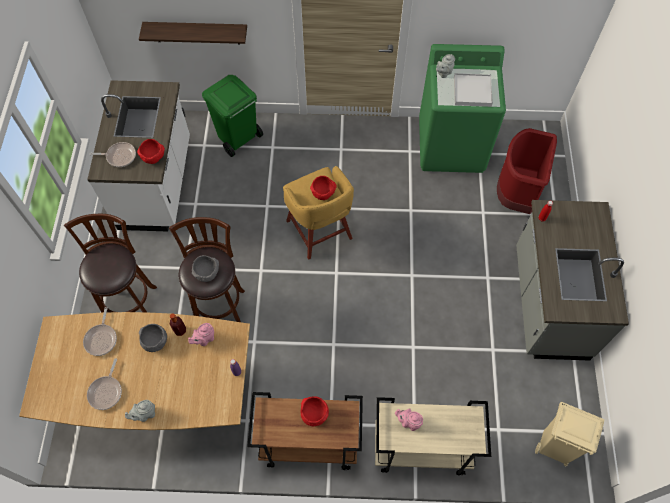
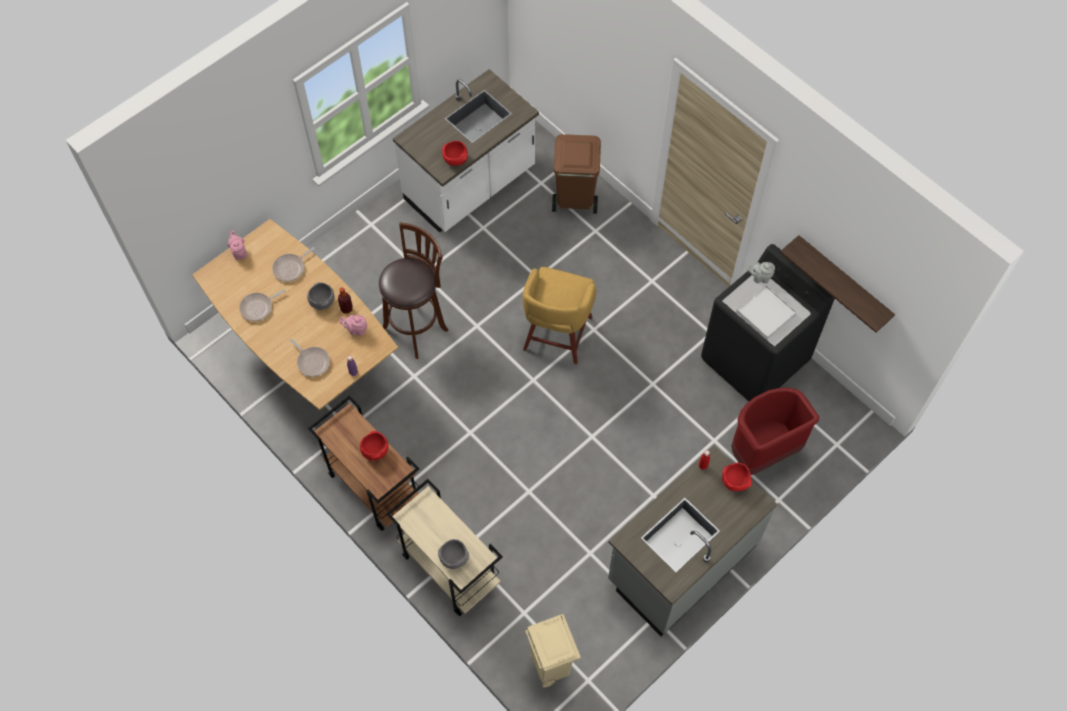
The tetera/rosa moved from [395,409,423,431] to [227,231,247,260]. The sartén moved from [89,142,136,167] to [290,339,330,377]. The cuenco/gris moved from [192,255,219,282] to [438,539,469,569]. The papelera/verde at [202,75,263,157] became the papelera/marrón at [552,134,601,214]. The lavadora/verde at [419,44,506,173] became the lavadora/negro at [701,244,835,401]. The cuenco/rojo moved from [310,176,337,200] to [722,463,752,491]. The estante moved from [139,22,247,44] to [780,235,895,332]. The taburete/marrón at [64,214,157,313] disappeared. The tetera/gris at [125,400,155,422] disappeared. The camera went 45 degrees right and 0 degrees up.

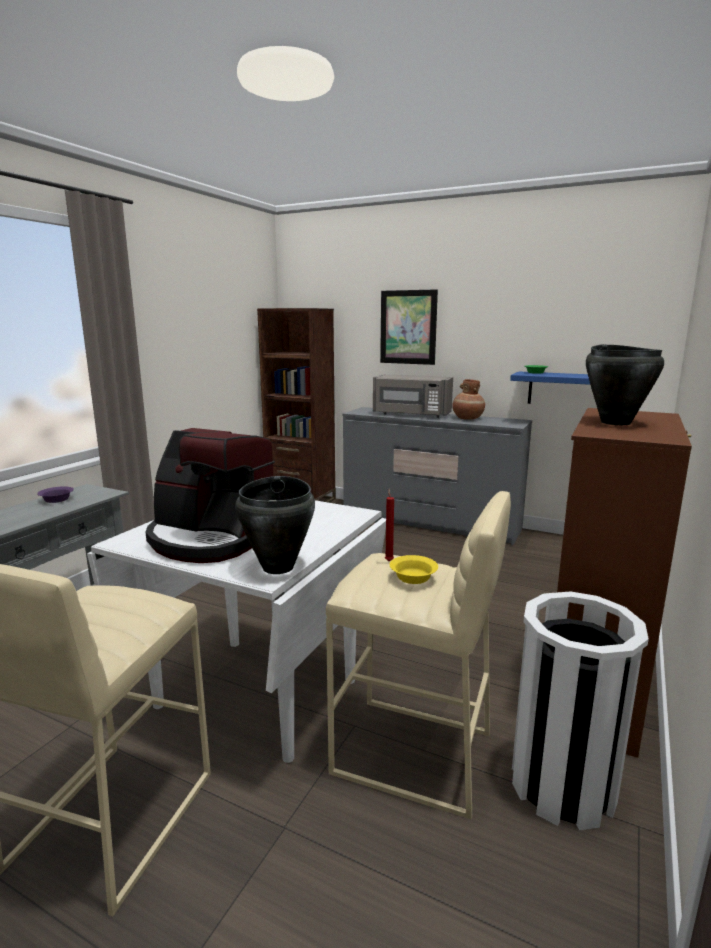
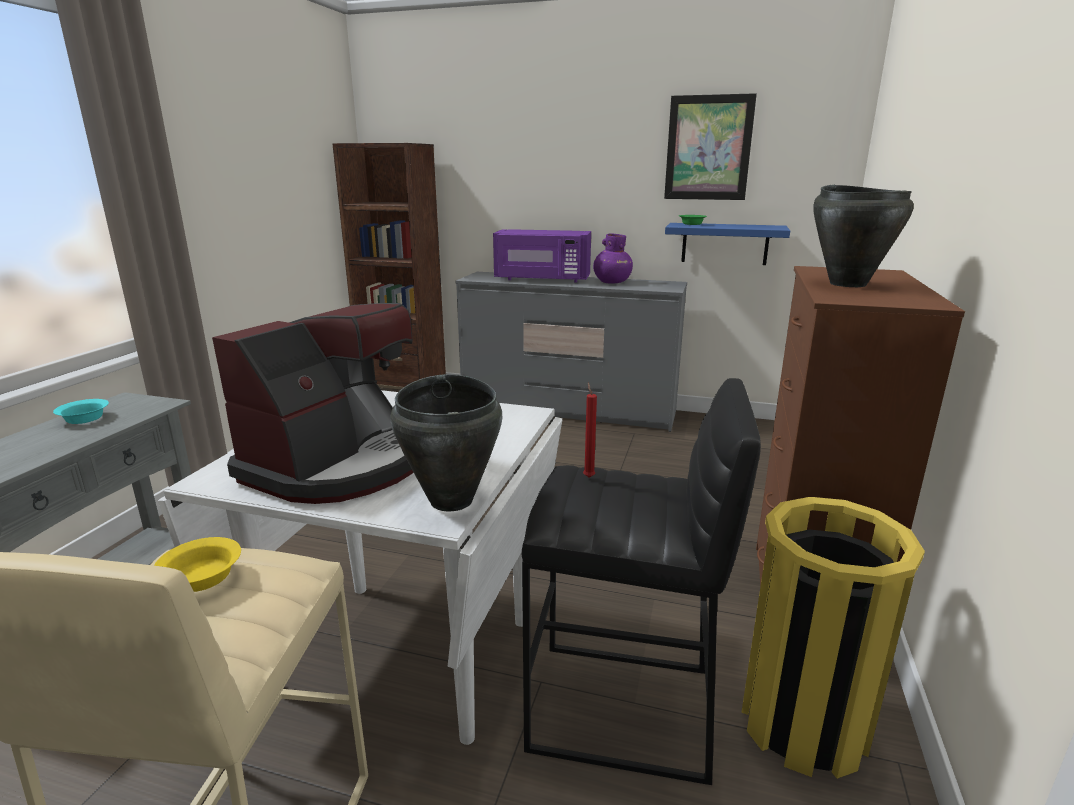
The cuenco/morado at [37,486,74,503] became the cuenco/turquesa at [53,399,109,424]. The cuenco/amarillo moved from [390,555,438,584] to [154,537,241,592]. The cafetera at [146,428,274,563] turned 75 degrees counterclockwise. The microondas/gris at [373,374,453,418] became the microondas/morado at [493,229,591,282]. The taburete/beis at [326,491,511,820] became the taburete/negro at [522,378,761,785]. The florero/marrón at [452,379,485,420] became the florero/morado at [593,233,633,283]. The cuadro moved from [380,289,438,365] to [664,93,757,200]. The papelera/blanco at [512,591,649,830] became the papelera/amarillo at [741,497,925,779]. The camera went 10 degrees left and 5 degrees up.

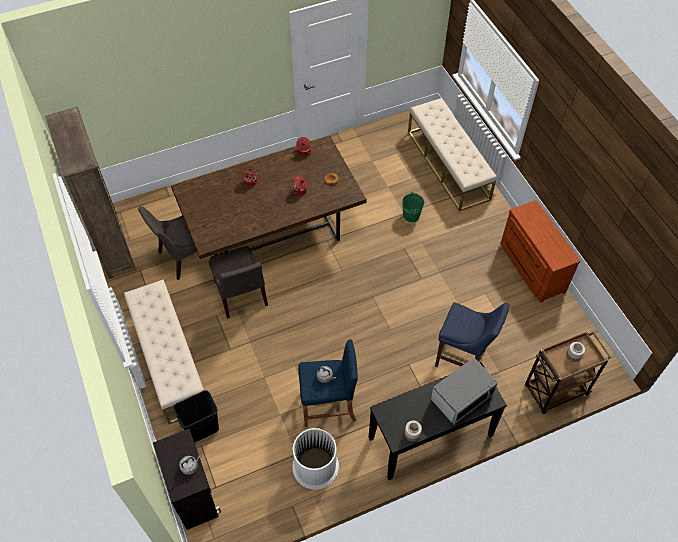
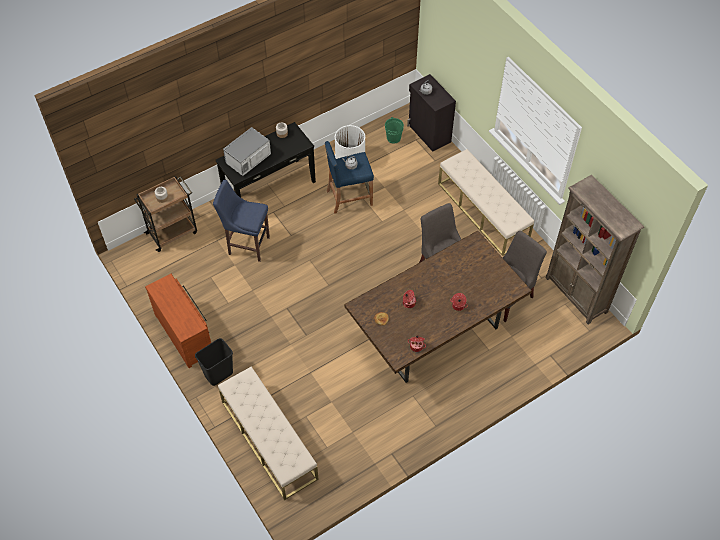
The papelera/negro moved from [173,390,219,442] to [195,338,233,386]. The cubo/verde moved from [402,192,424,223] to [385,117,404,144]. The camera went 170 degrees right and 0 degrees up.

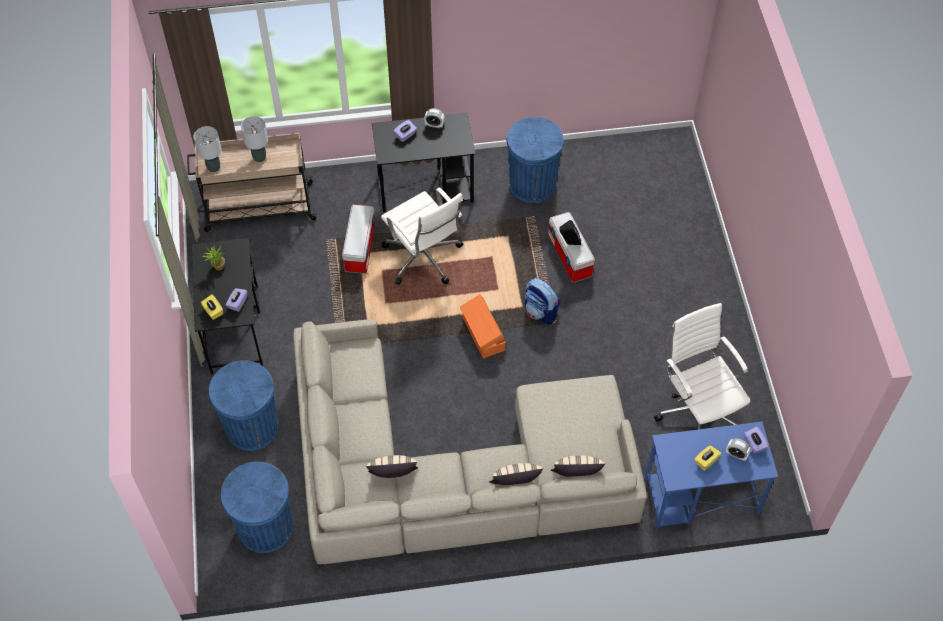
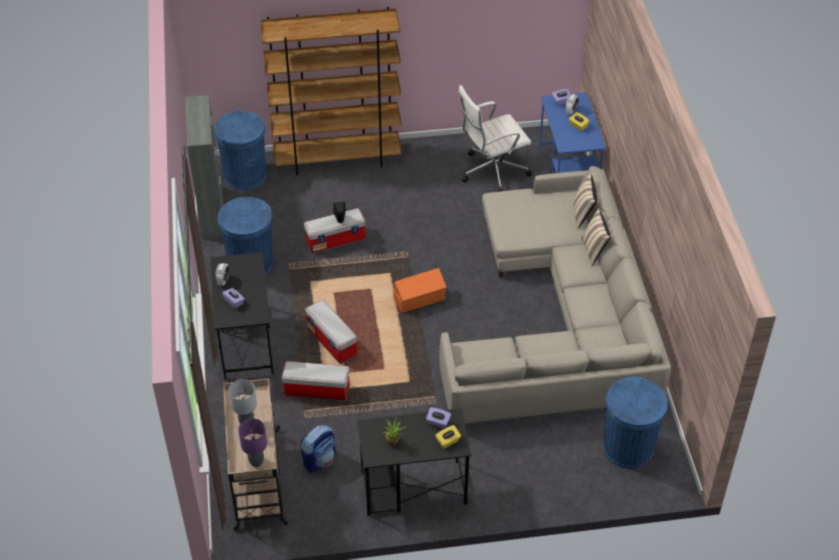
The armario/gris at [185,95,223,240] appeared. The papelera/azul moved from [209,360,279,451] to [214,111,266,190]. The lámpara de mesa/gris at [193,126,222,172] became the lámpara de mesa/morado at [238,418,267,467]. The estantería/marrón at [260,7,402,175] appeared. The mochila moved from [525,278,560,325] to [300,425,336,473]. The silla de oficina/blanco at [381,187,463,285] was replaced by the caja de almacenaje at [305,300,358,364]. The cojín/beis at [366,455,418,478] disappeared. The camera went 90 degrees left and 10 degrees down.

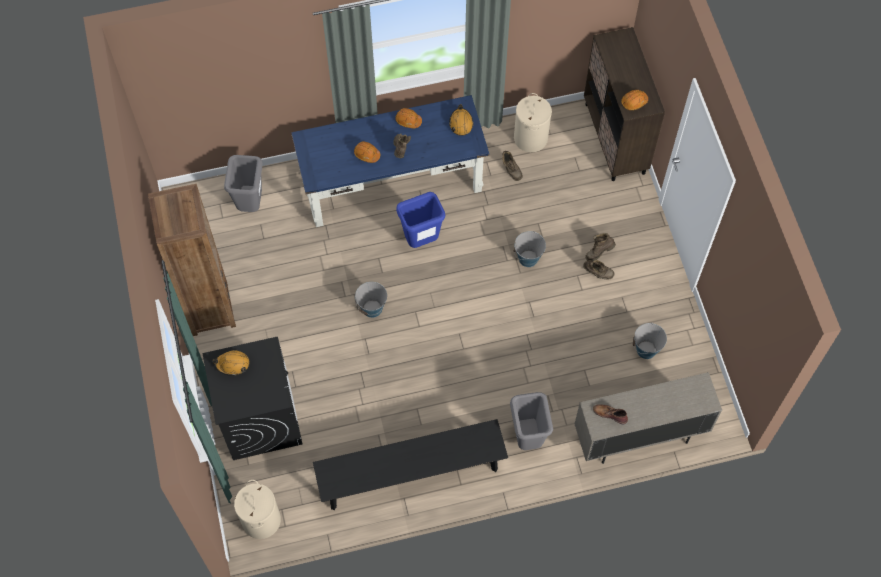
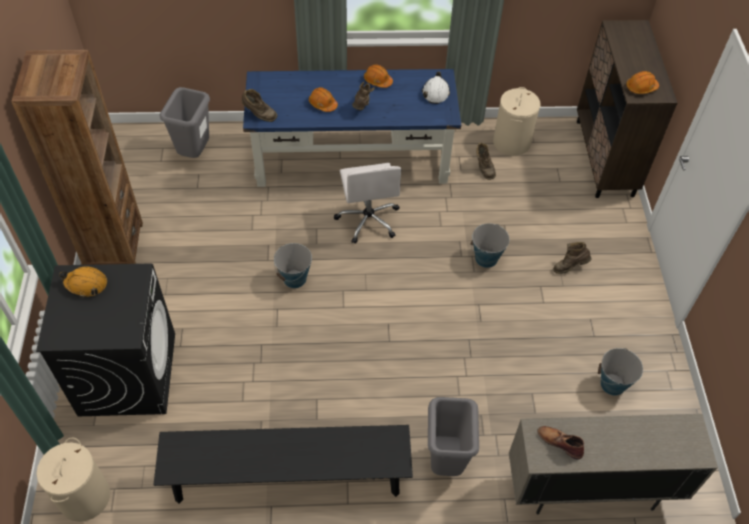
The bota/marrón moved from [583,260,614,279] to [242,89,277,122]. The papelera/azul at [396,192,445,248] was replaced by the silla de oficina/blanco at [334,163,401,244]. The casco/naranja at [449,104,474,136] became the casco/blanco at [422,72,450,104]. The camera went 10 degrees right and 10 degrees down.

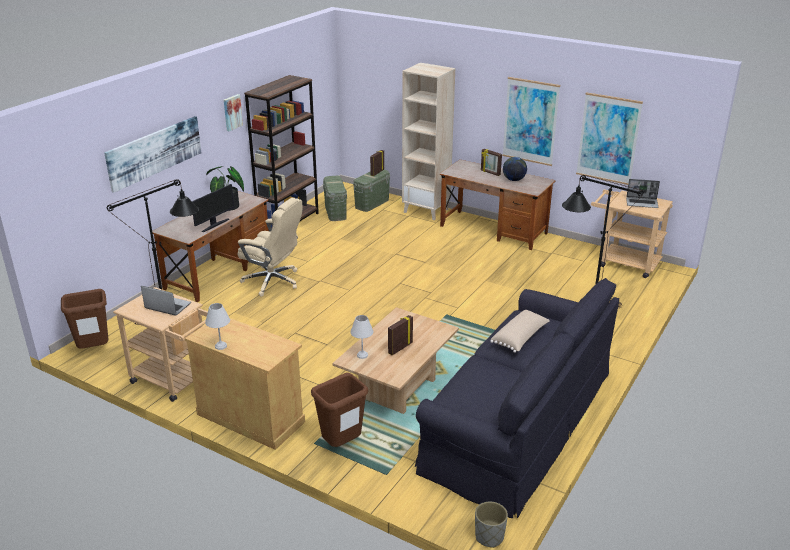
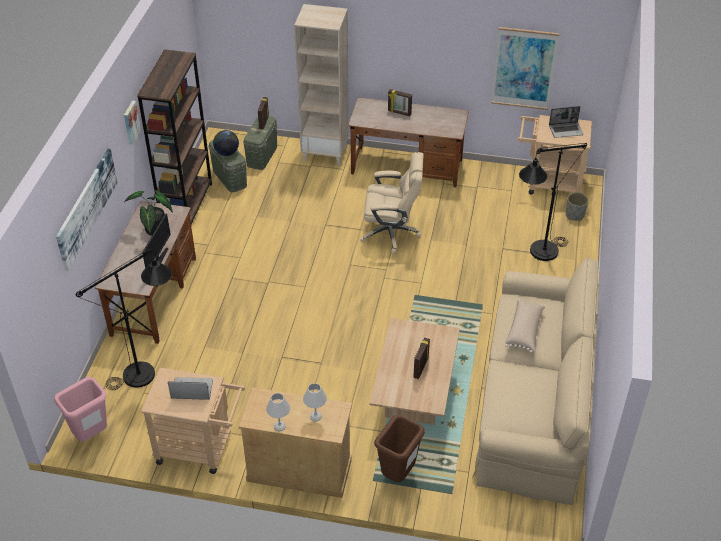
The papelera/marrón at [61,289,108,349] became the papelera/rosa at [54,377,107,441]. The globo terráqueo moved from [503,157,527,181] to [213,130,239,156]. The lámpara de mesa/blanco moved from [350,315,373,359] to [303,383,327,422]. The silla de oficina/beis moved from [238,198,302,297] to [360,152,424,254]. The sofá/negro at [415,278,619,518] became the sofá/beis at [472,257,599,505]. The maceta/gris moved from [475,502,508,548] to [566,193,589,221]. The cuadro at [502,77,560,166] disappeared. The camera went 20 degrees left and 15 degrees up.

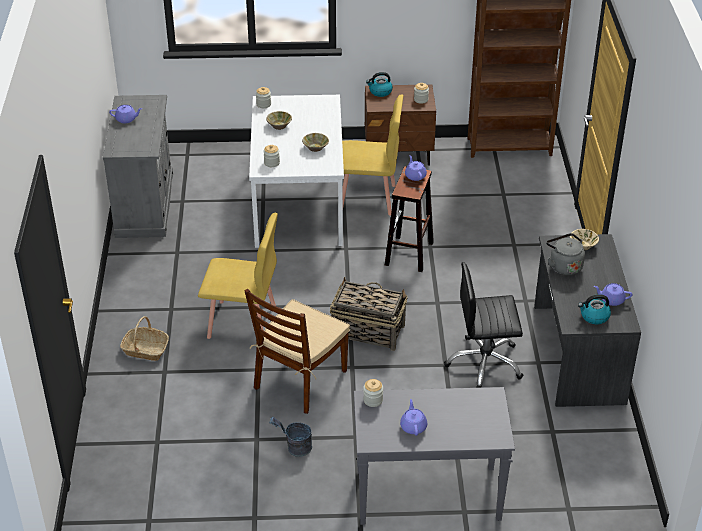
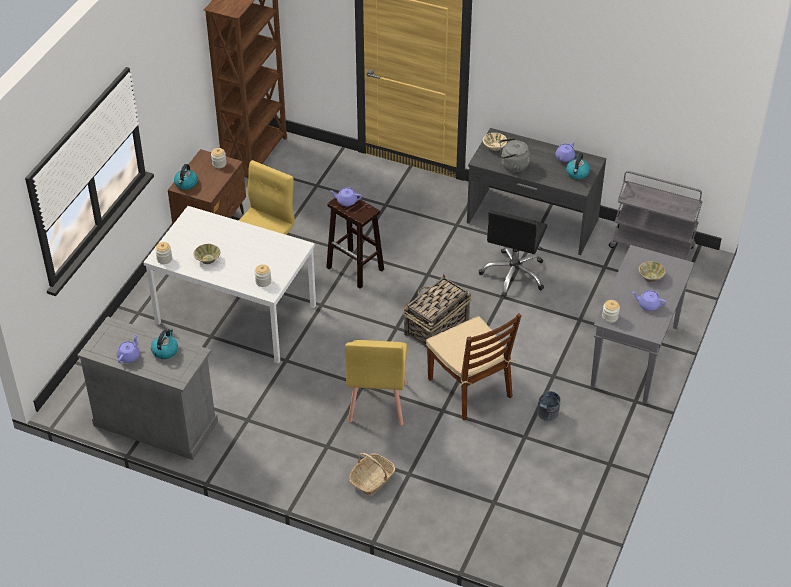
The hervidor at [151,329,178,359] appeared. The silla/amarillo at [198,213,278,339] turned 150 degrees clockwise. The carrito/gris at [609,171,703,260] appeared. The cuenco/beis moved from [302,133,329,152] to [638,261,666,282]. The camera went 65 degrees left and 5 degrees up.

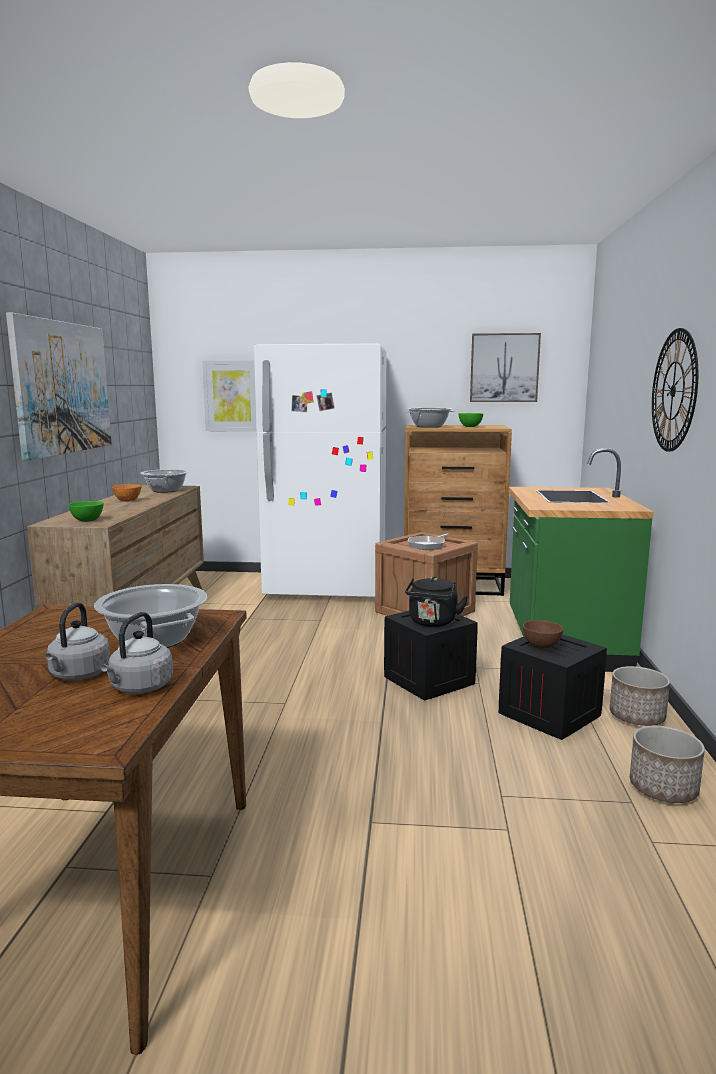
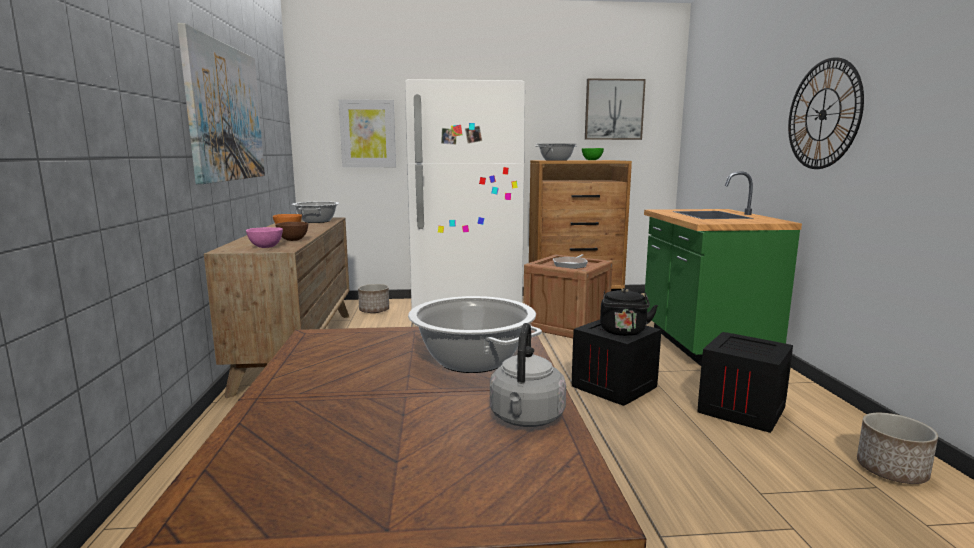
The cuenco/verde at [68,501,104,522] became the cuenco/rosa at [246,227,283,248]. The cuenco/marrón moved from [523,620,564,649] to [275,222,308,241]. The maceta moved from [610,666,670,726] to [358,284,389,313]. The hervidor/gris at [45,602,110,680] disappeared. The camera went 10 degrees left and 0 degrees up.

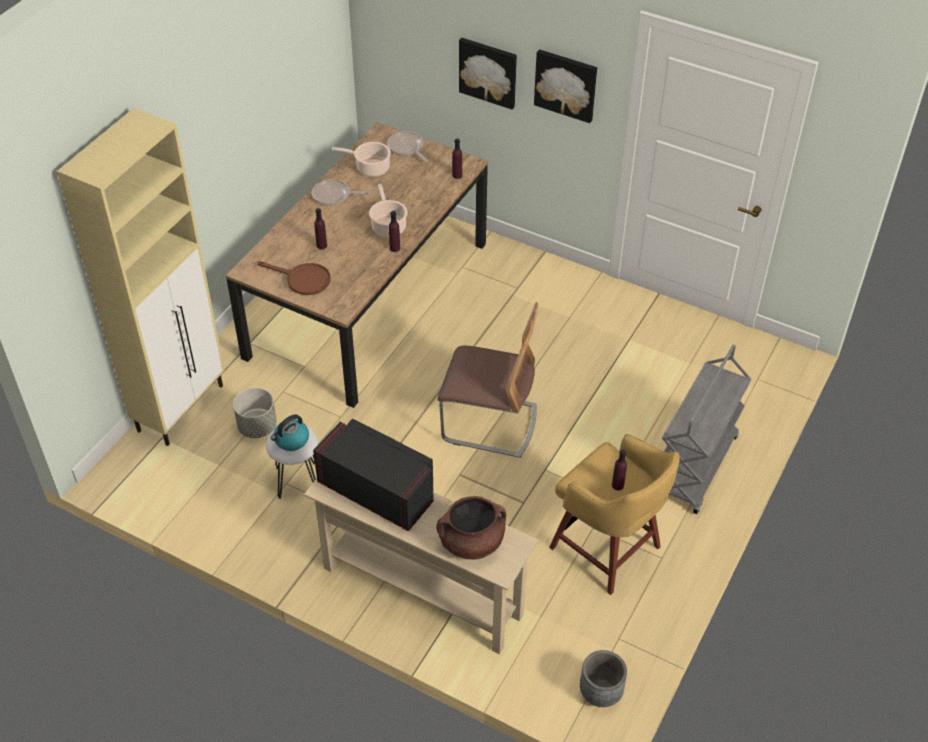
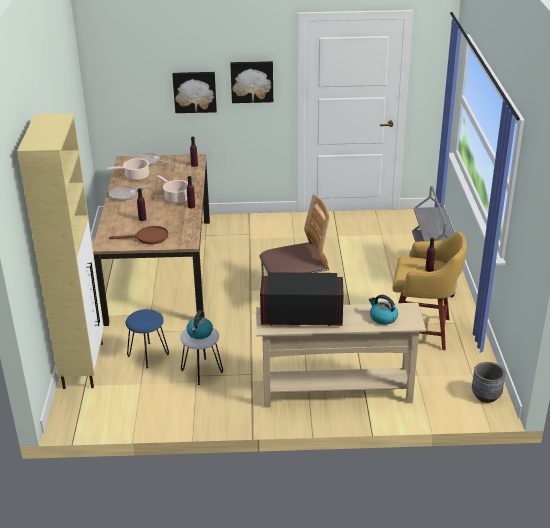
The maceta/gris at [233,388,277,438] was replaced by the taburete/azul at [126,309,169,368]. The olla/marrón at [436,496,506,560] was replaced by the hervidor at [369,295,398,325]. The camera went 30 degrees left and 15 degrees down.

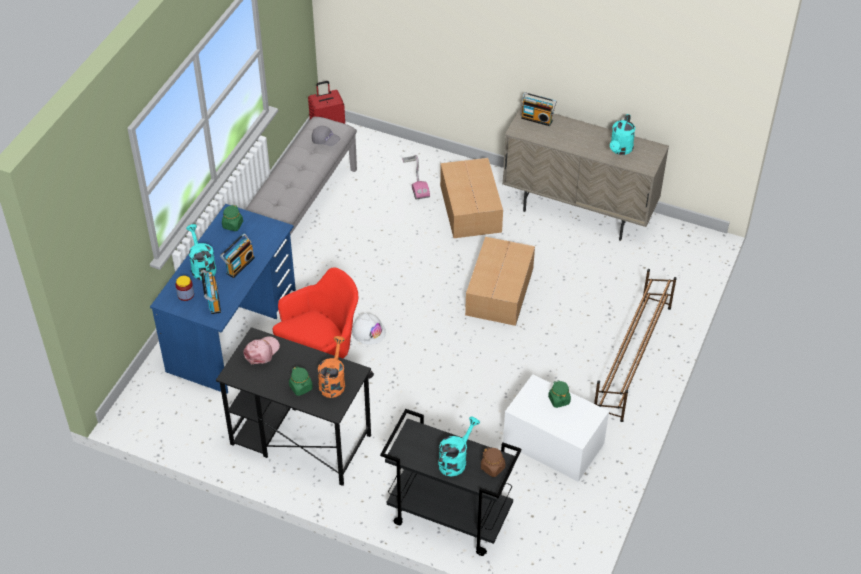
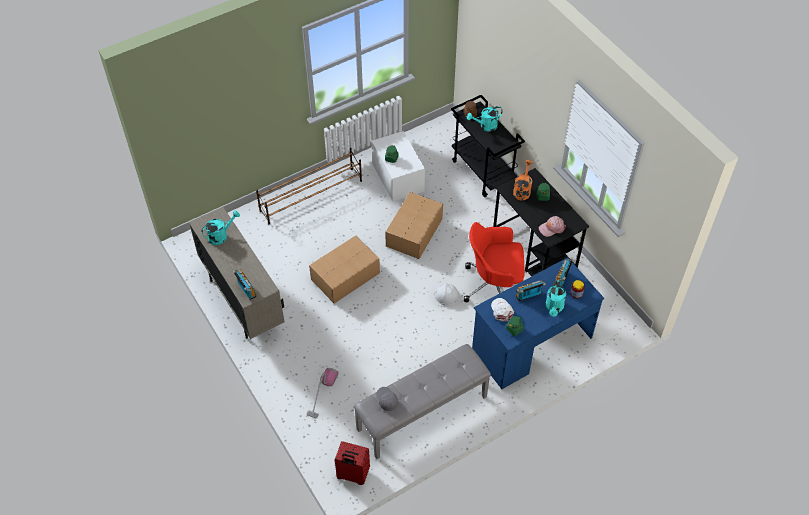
The caja de cartón moved from [440,158,503,238] to [385,192,443,259]. The gorra/blanco at [491,298,514,322] appeared. The regadera/naranja at [318,336,345,398] turned 150 degrees clockwise. The camera went 145 degrees left and 5 degrees up.

